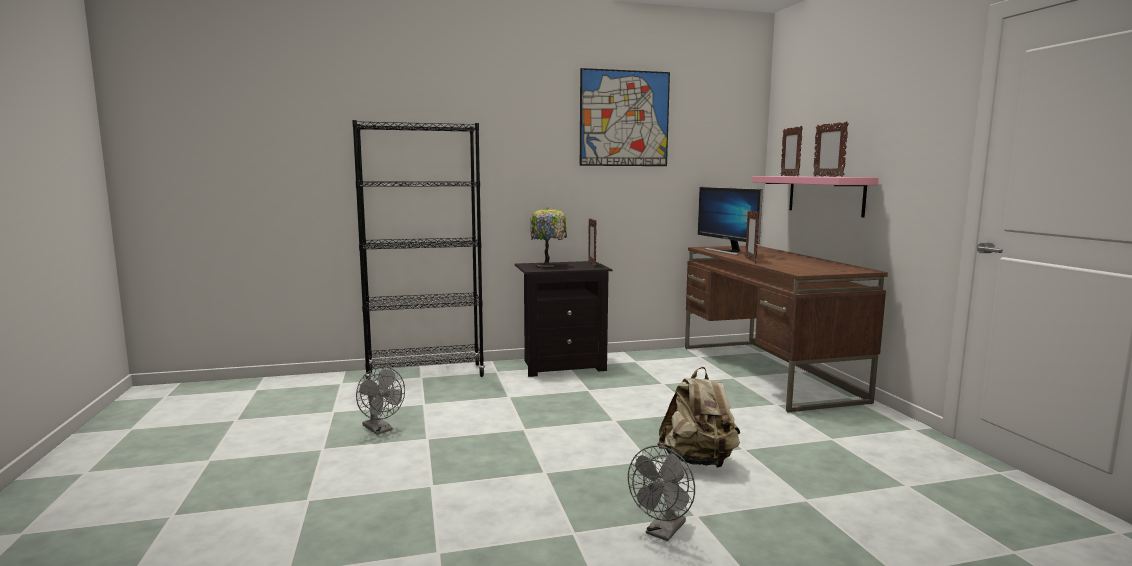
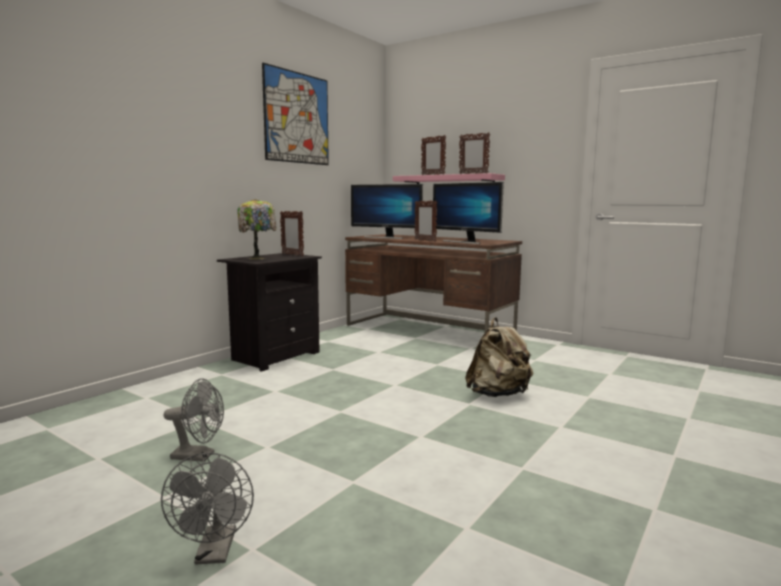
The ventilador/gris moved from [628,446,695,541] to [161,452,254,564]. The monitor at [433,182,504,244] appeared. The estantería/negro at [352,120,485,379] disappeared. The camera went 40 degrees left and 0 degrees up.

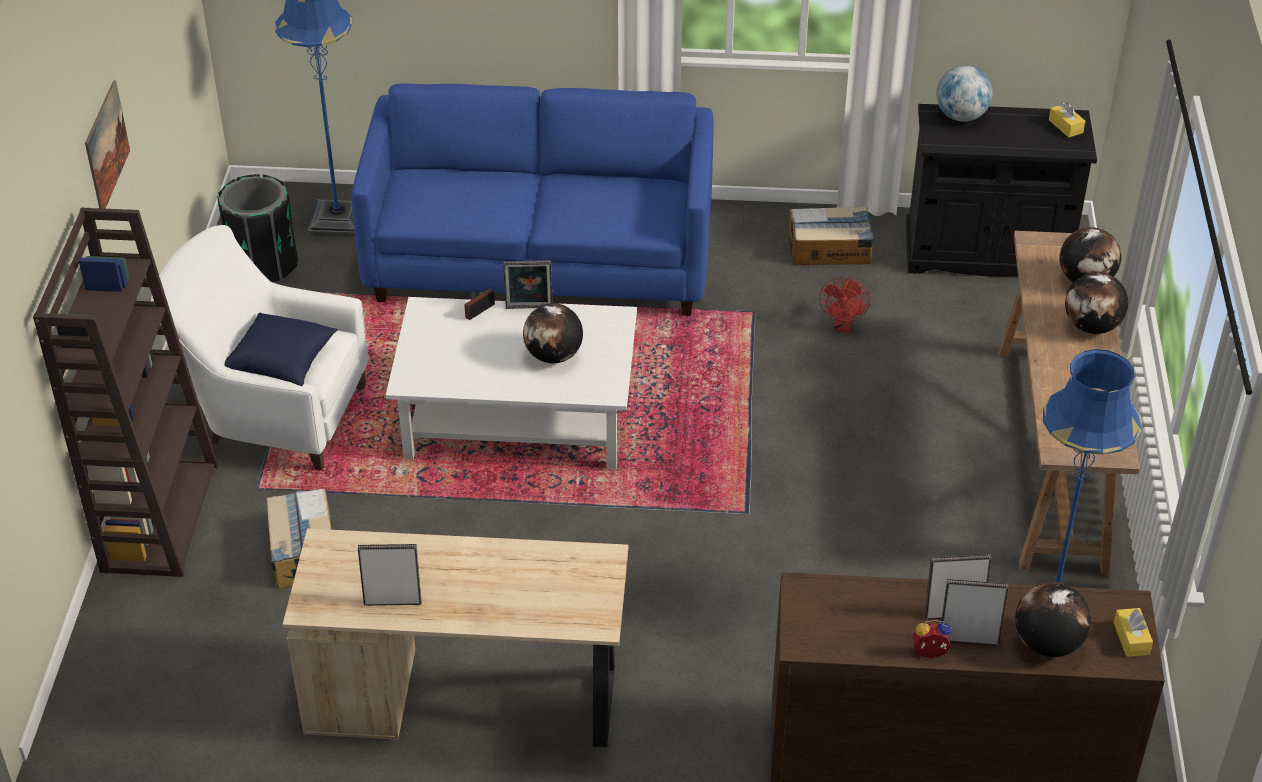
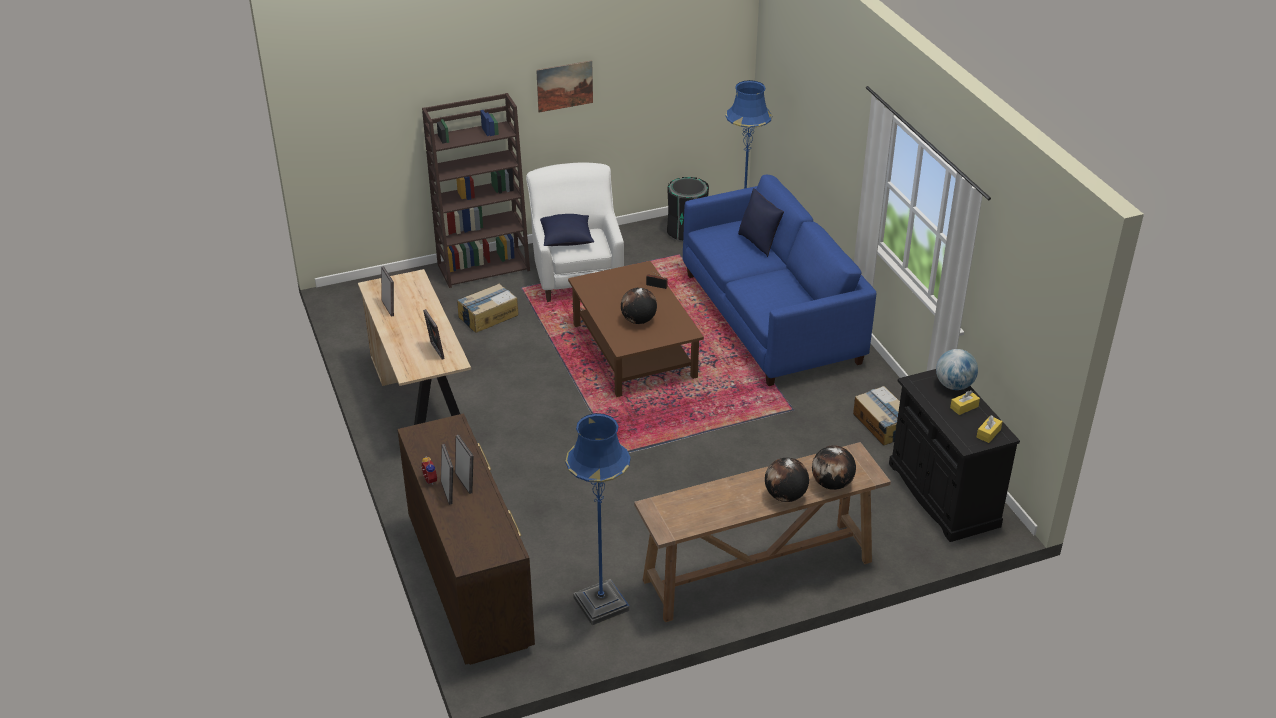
The portarretratos moved from [503,260,553,309] to [423,309,445,359]. The mesa de centro/blanco at [386,297,637,469] became the mesa de centro/marrón at [568,261,704,397]. The cojín/azul at [738,188,784,257] appeared. The caja de pañuelos/amarillo moved from [1114,608,1153,657] to [950,391,980,415]. The ventilador/rojo at [819,277,870,333] disappeared. The globo terráqueo at [1015,582,1091,657] disappeared. The camera went 65 degrees right and 5 degrees down.

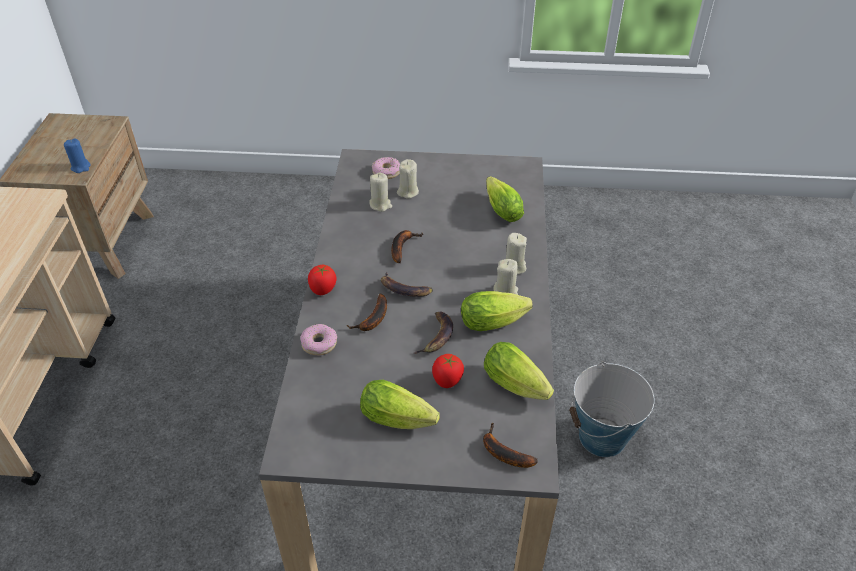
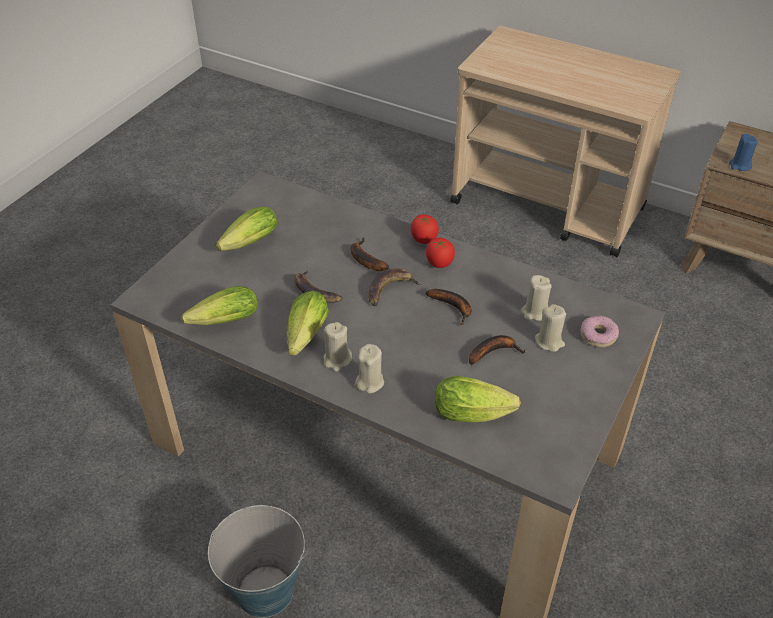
The tomate moved from [432,354,464,388] to [426,238,455,268]. The plátano moved from [483,423,538,468] to [469,335,525,365]. The rosquilla at [300,324,337,355] disappeared. The camera went 115 degrees right and 0 degrees up.

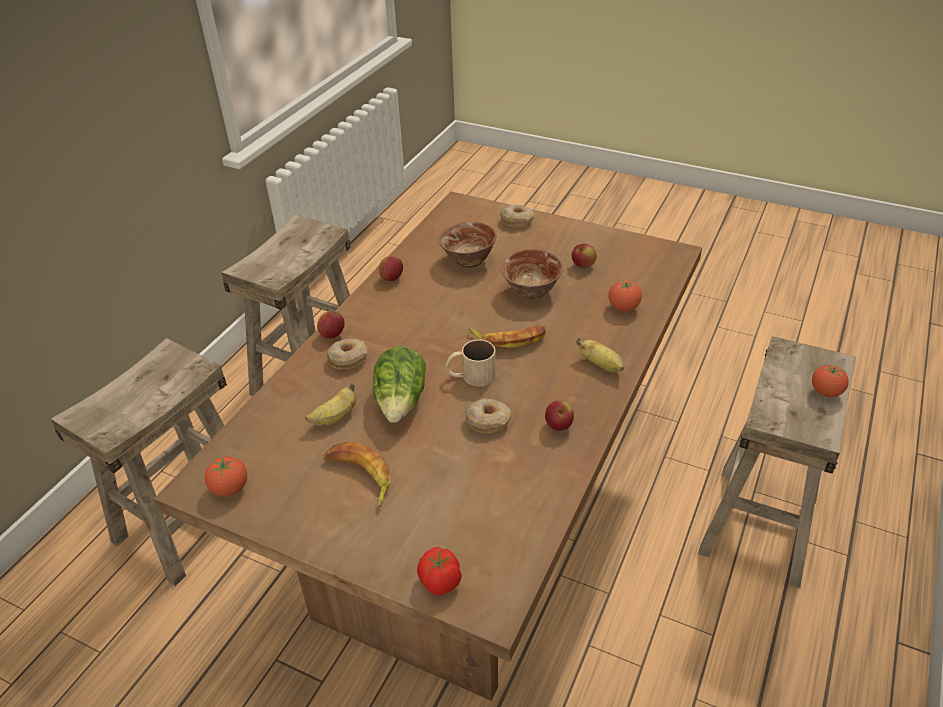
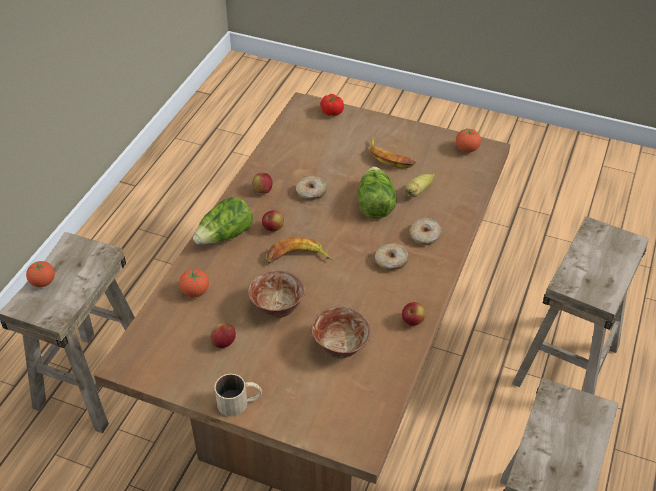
The plátano at [576,337,624,372] was replaced by the lechuga at [193,197,253,244]. The taza grande/beis moved from [445,340,496,387] to [214,374,262,417]. The manzana moved from [317,311,345,338] to [262,210,284,232]. The rosquilla moved from [500,205,534,228] to [375,243,409,270]. The camera went 175 degrees right and 5 degrees up.

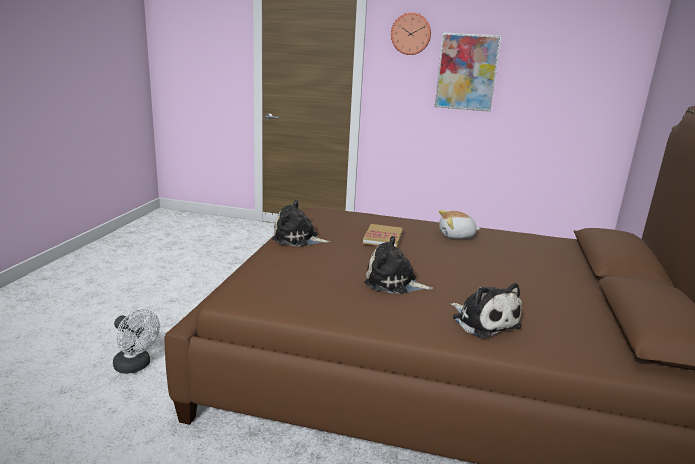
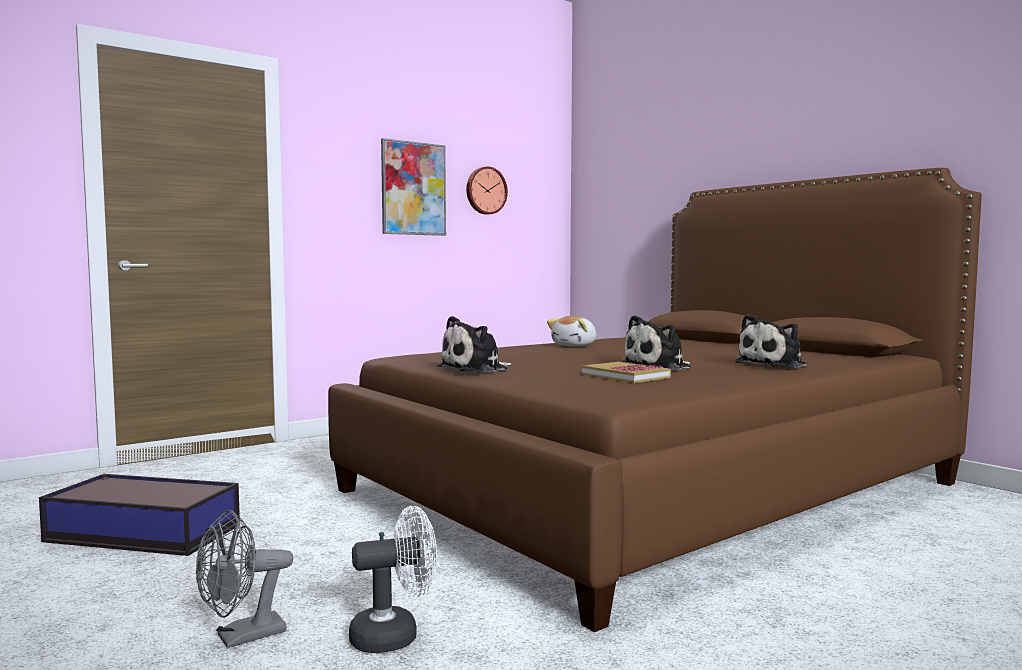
The caja de almacenaje at [39,474,240,556] appeared. The ventilador/gris at [196,510,293,648] appeared. The reloj de pared moved from [391,12,431,55] to [466,167,508,215]. The libro moved from [363,224,403,247] to [582,362,671,383]. The peluche at [450,283,522,339] turned 135 degrees clockwise. The camera went 50 degrees left and 15 degrees down.

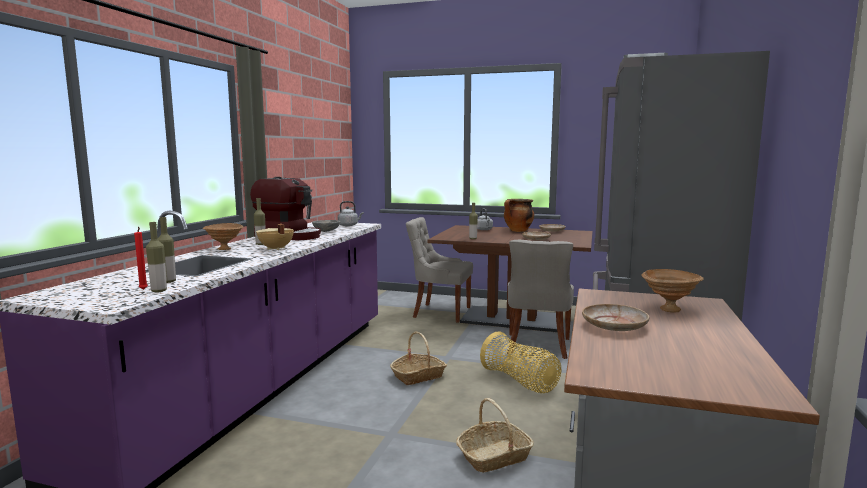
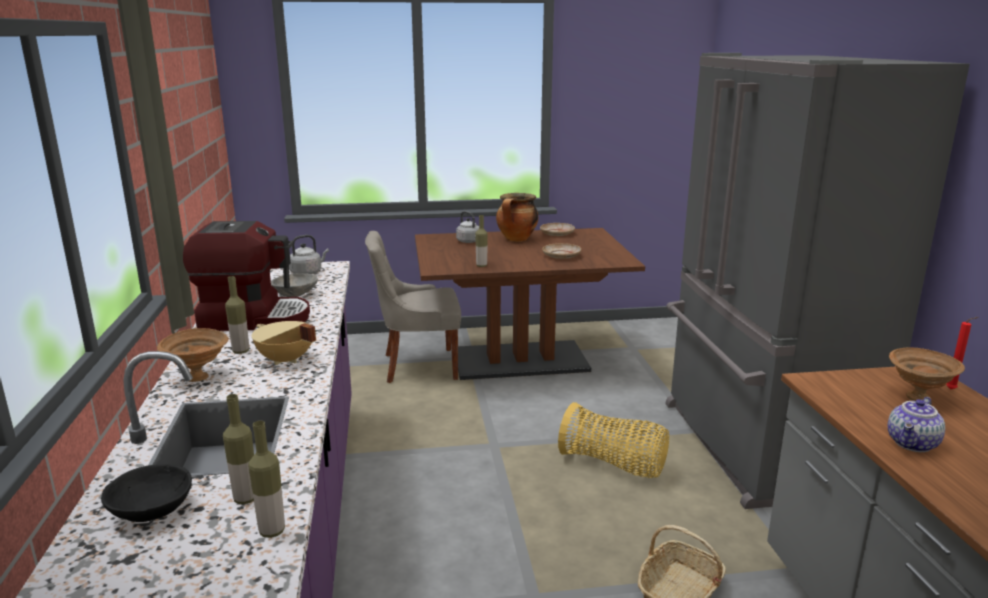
The cuenco/negro at [101,464,192,522] appeared. The plato/beis at [582,304,649,331] was replaced by the tetera at [888,397,945,452]. The vela/rojo moved from [134,227,148,290] to [946,317,978,389]. The cesta at [390,331,447,385] disappeared. The silla/gris at [507,240,574,359] disappeared. The camera went 25 degrees left and 10 degrees up.

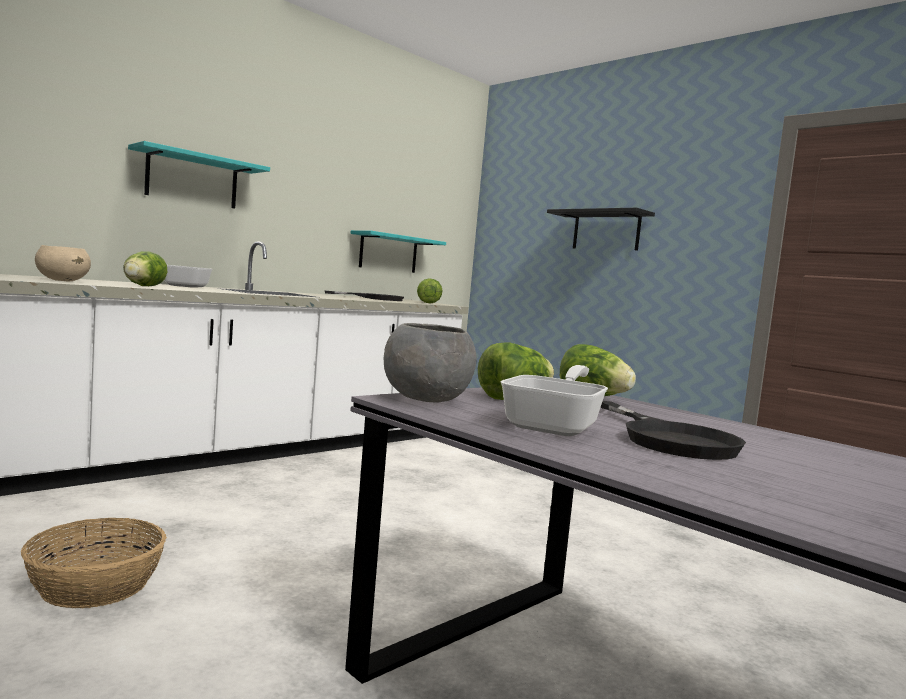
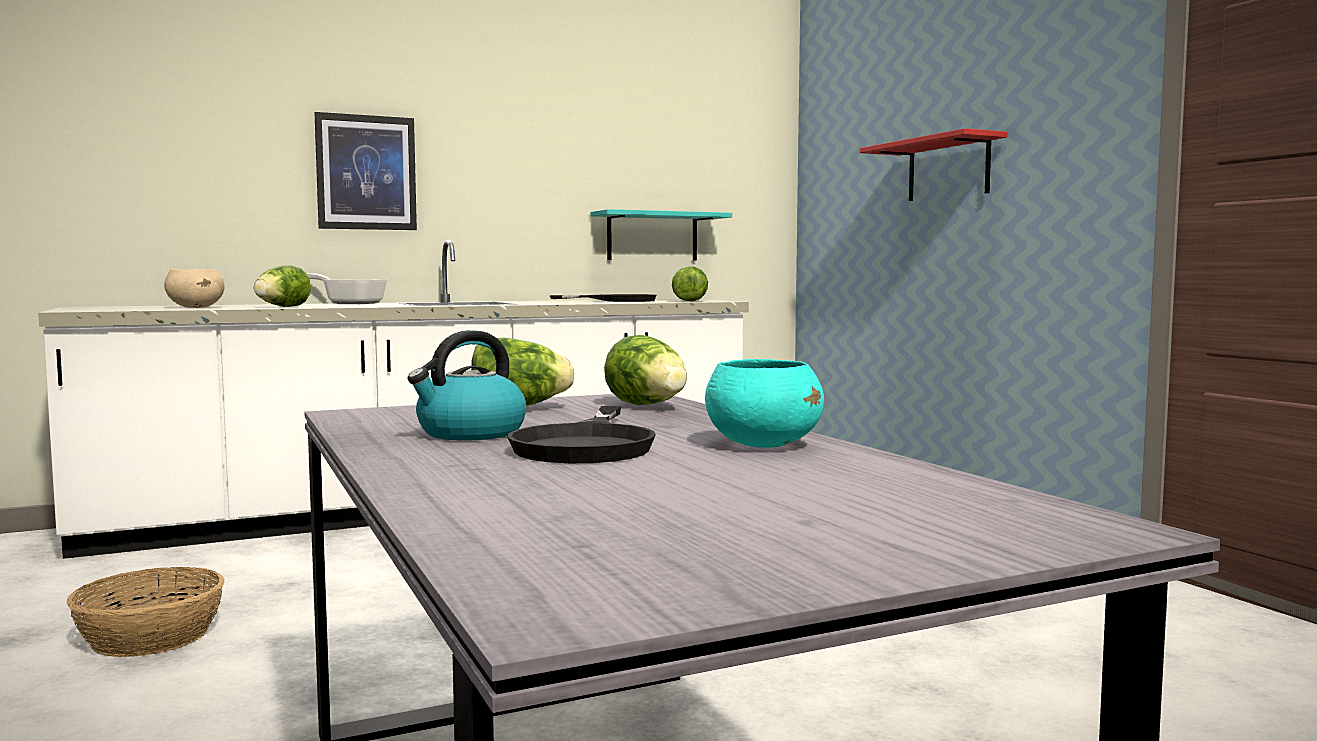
The estante/turquesa at [128,141,270,209] was replaced by the cuadro at [315,112,417,230]. The sartén at [501,365,608,436] was replaced by the hervidor at [408,330,526,441]. The cuenco/turquesa at [705,359,824,448] appeared. The estante/negro at [547,208,655,250] became the estante/rojo at [859,128,1007,201]. The cuenco/gris at [384,323,476,403] disappeared. The camera went 20 degrees right and 0 degrees up.

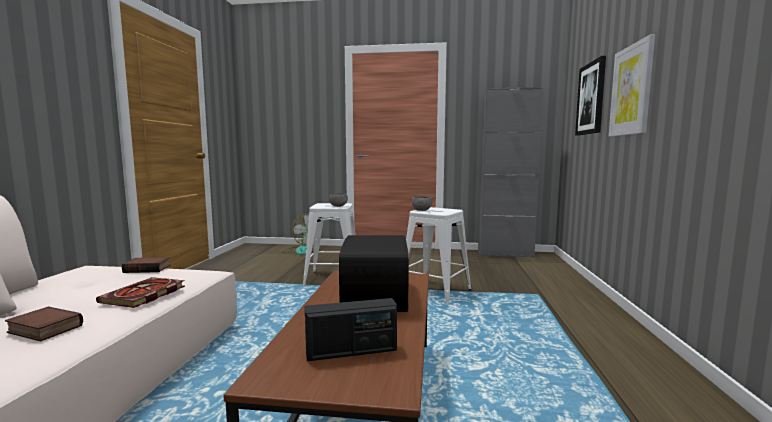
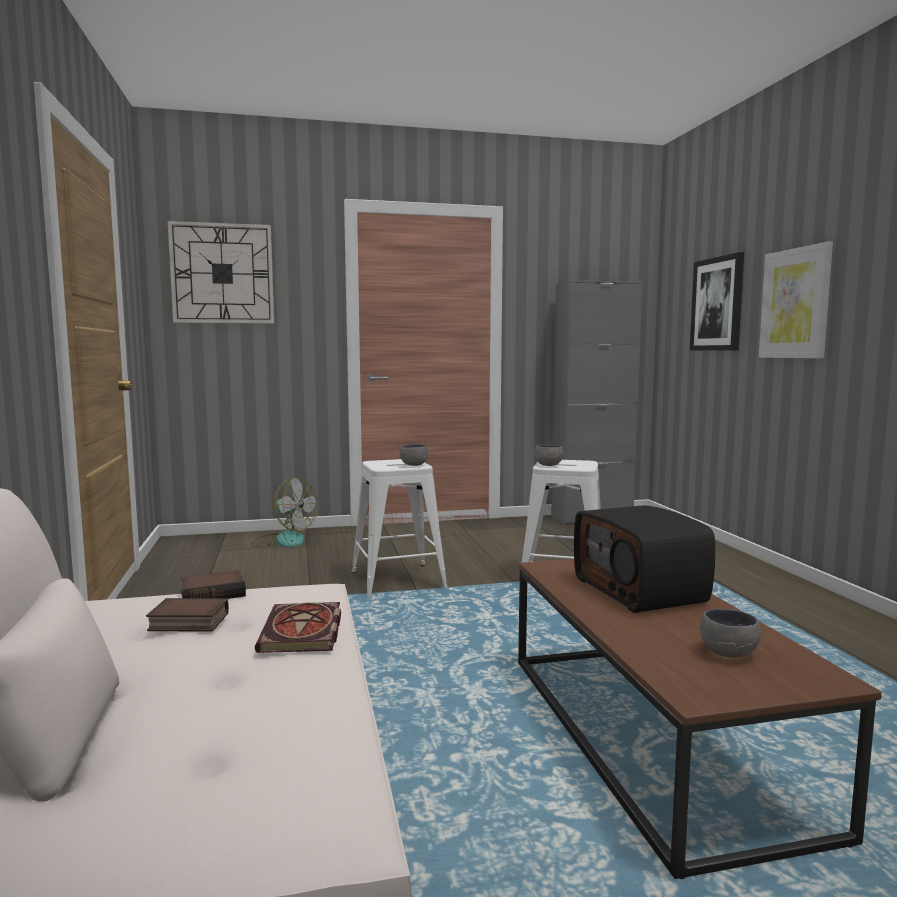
The libro moved from [5,306,83,341] to [146,598,229,631]. The reloj de pared at [168,221,274,324] appeared. The radio at [305,298,397,361] was replaced by the cuenco/gris at [700,609,761,658]. The camera went 20 degrees left and 0 degrees up.

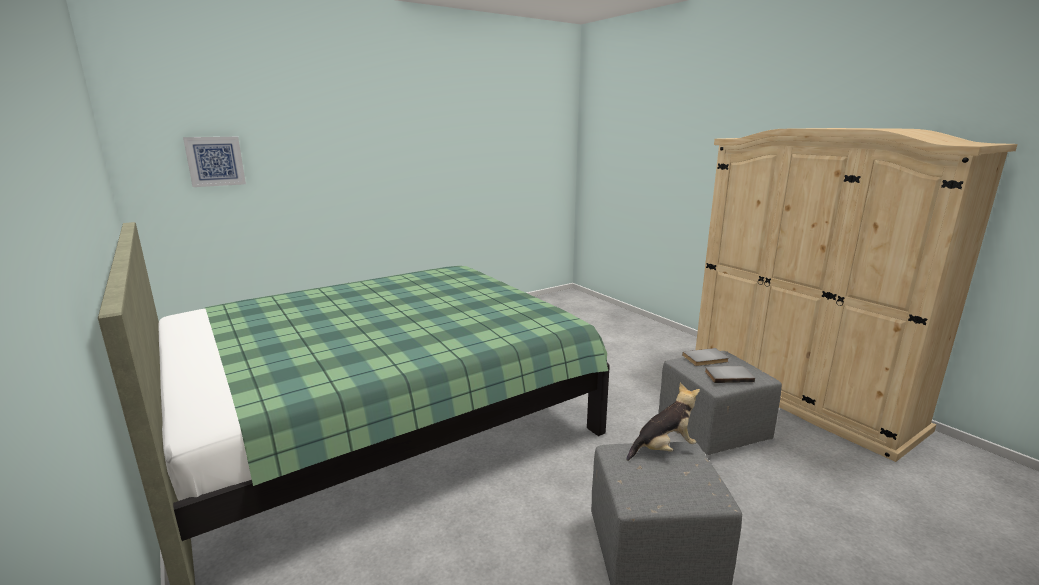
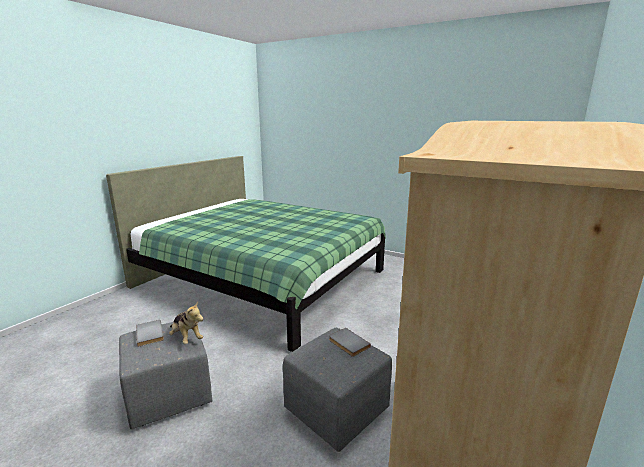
The libro/gris moved from [705,366,755,383] to [136,320,164,347]. The cuadro at [183,137,246,187] disappeared. The camera went 65 degrees right and 0 degrees up.

